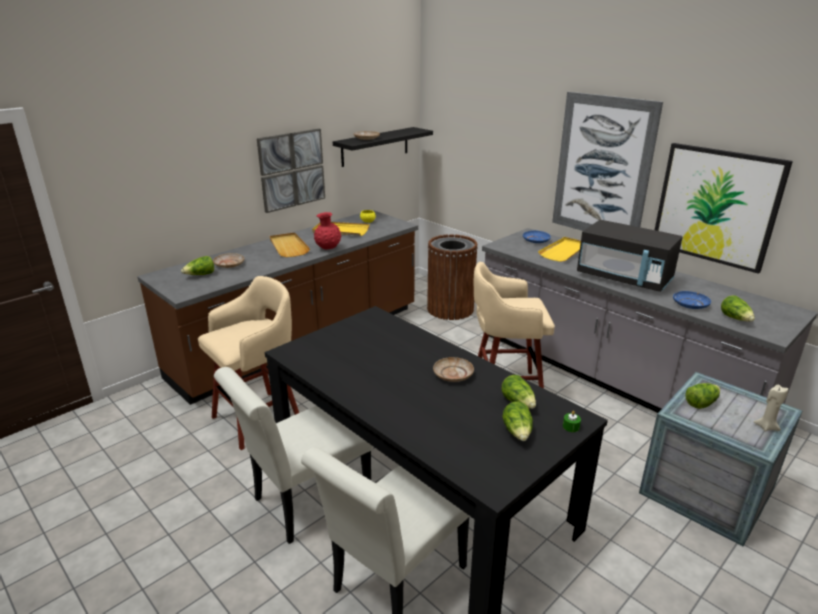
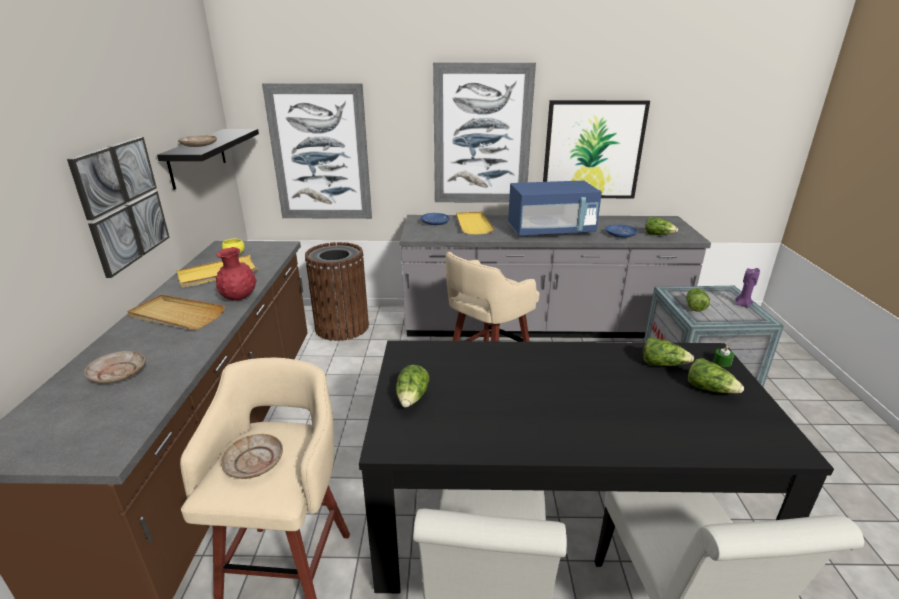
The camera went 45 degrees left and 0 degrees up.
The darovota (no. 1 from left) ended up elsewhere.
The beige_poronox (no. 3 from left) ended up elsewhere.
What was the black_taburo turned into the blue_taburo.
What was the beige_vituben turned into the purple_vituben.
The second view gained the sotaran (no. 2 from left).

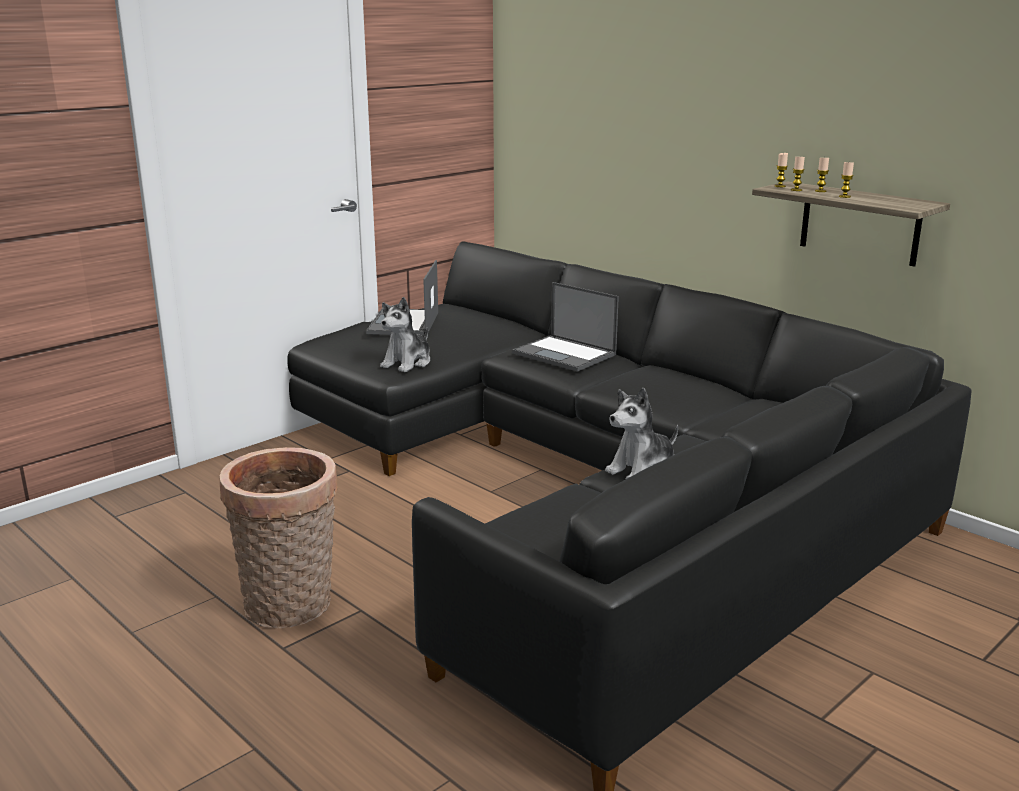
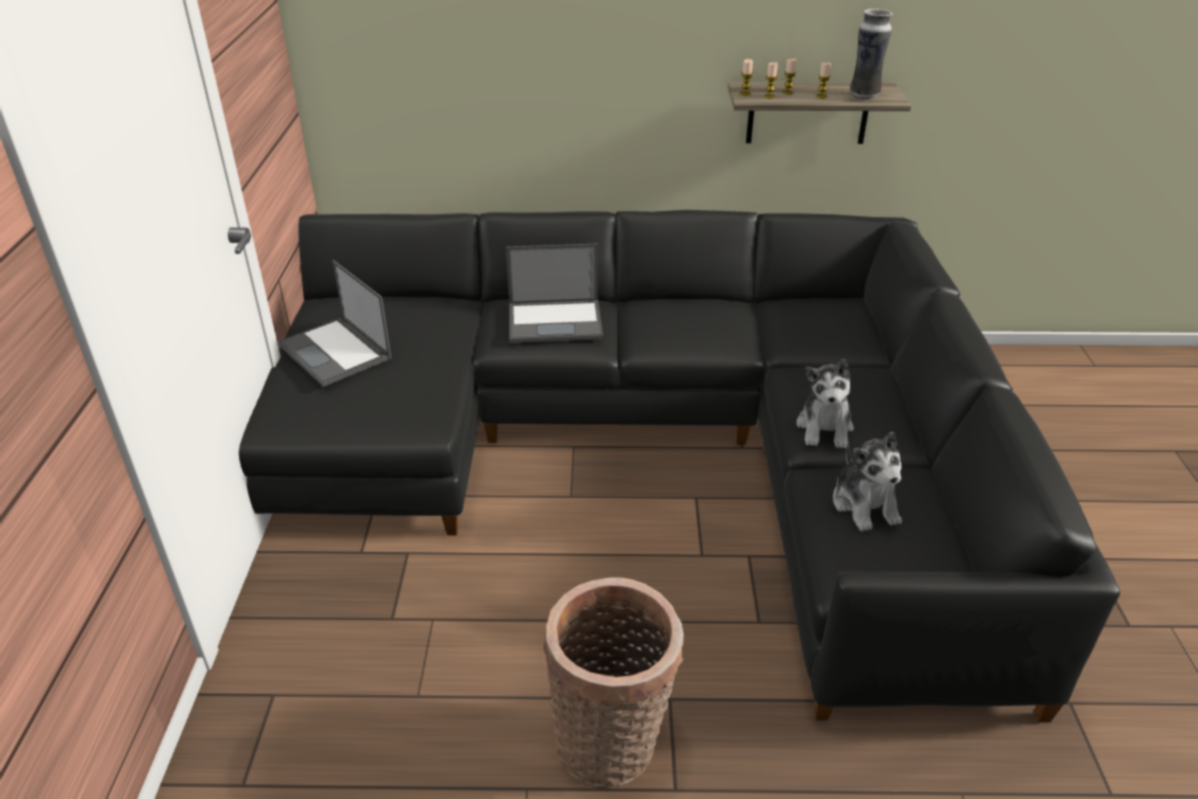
The camera went 45 degrees left and 15 degrees up.
The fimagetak (no. 1 from left in the first image) ended up elsewhere.
The second view gained the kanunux.

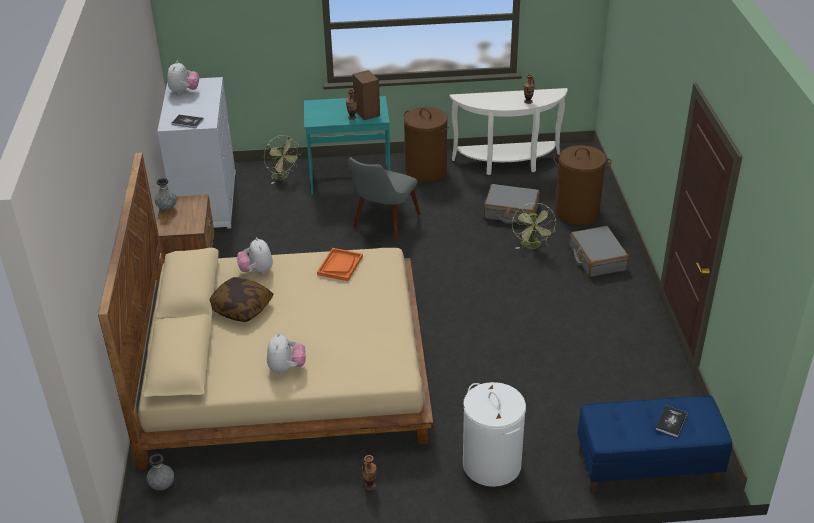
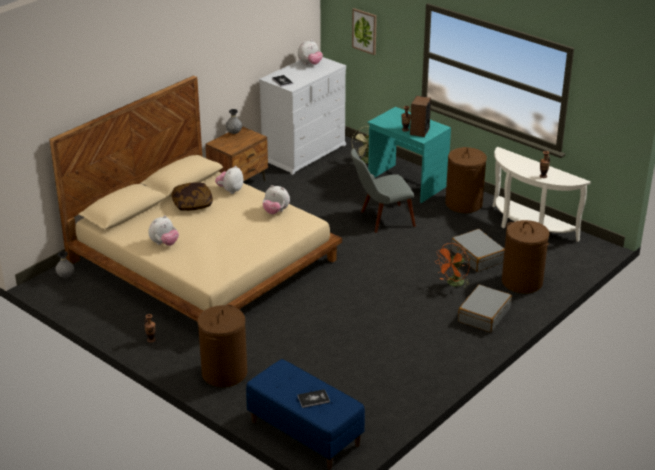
The camera went 45 degrees right and 5 degrees down.
Where the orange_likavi stood, the fimagetak (no. 3 from left) came to stand.
What was the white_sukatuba turned into the brown_sukatuba (no. 1 from left).
What was the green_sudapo (no. 2 from left) turned into the orange_sudapo.
The second view gained the sotaran.

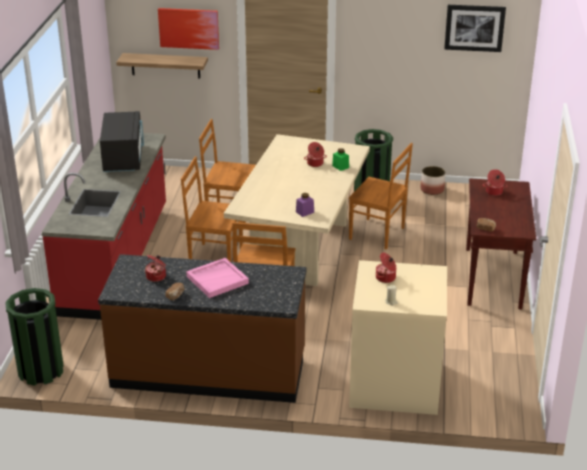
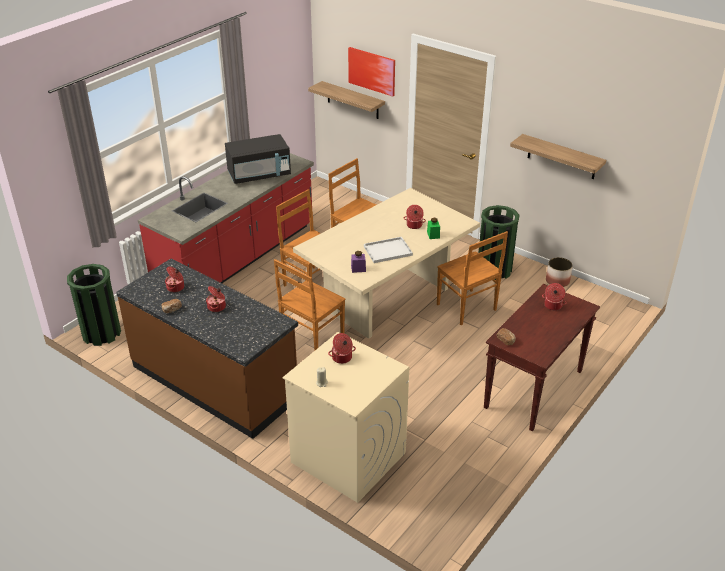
The camera went 30 degrees right and 5 degrees up.
The black_taburo ended up facing another way, 45 degrees clockwise from before.
Where the pink_likavi stood, the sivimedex (no. 2 from left) came to stand.
The second view lost the sotaran (no. 2 from left).
The second view gained the white_likavi.
The second view gained the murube (no. 2 from left).

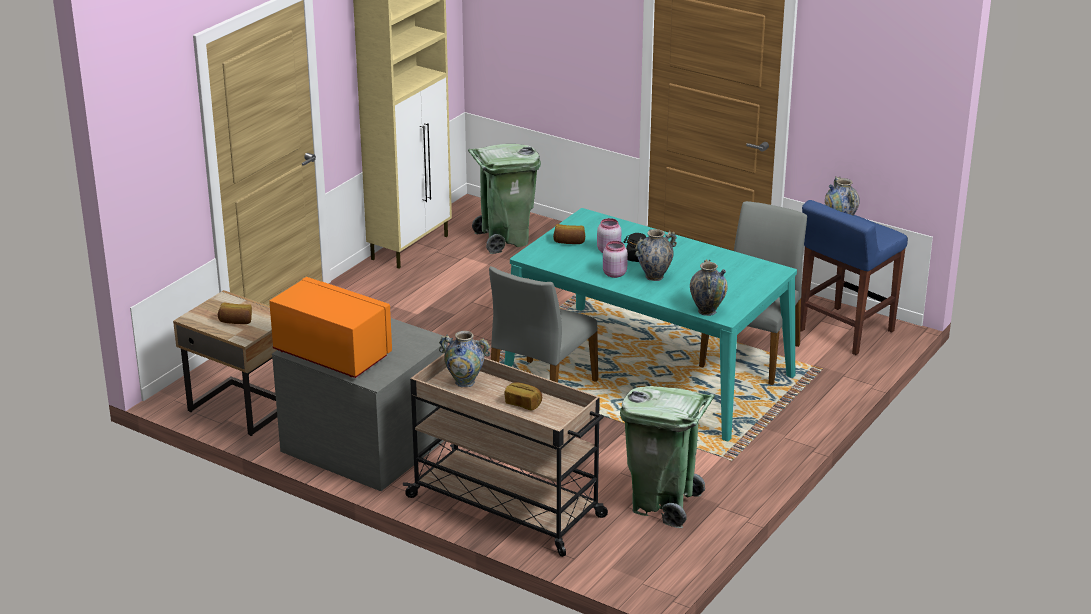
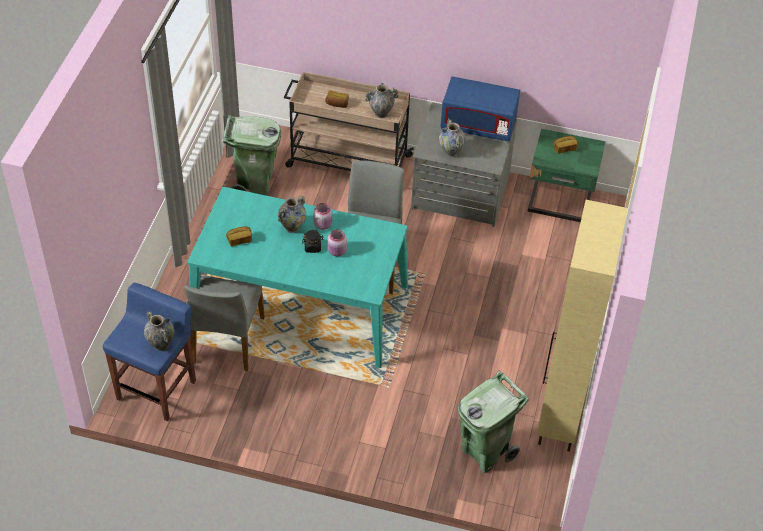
The camera went 160 degrees right and 20 degrees up.
What was the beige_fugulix turned into the green_fugulix.
What was the orange_taburo turned into the blue_taburo.
The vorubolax (no. 3 from left in the first image) ended up elsewhere.
The kanunux (no. 3 from left in the first image) ended up elsewhere.

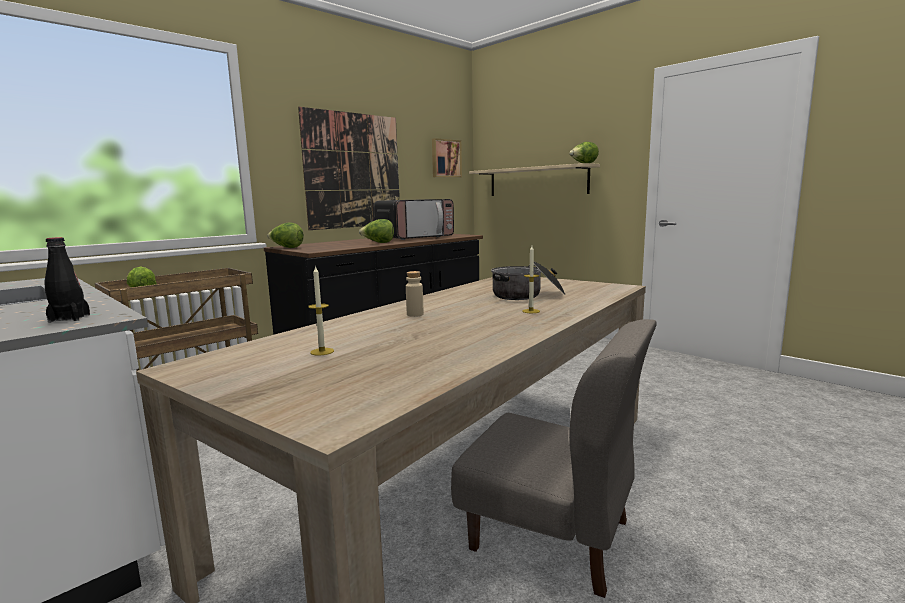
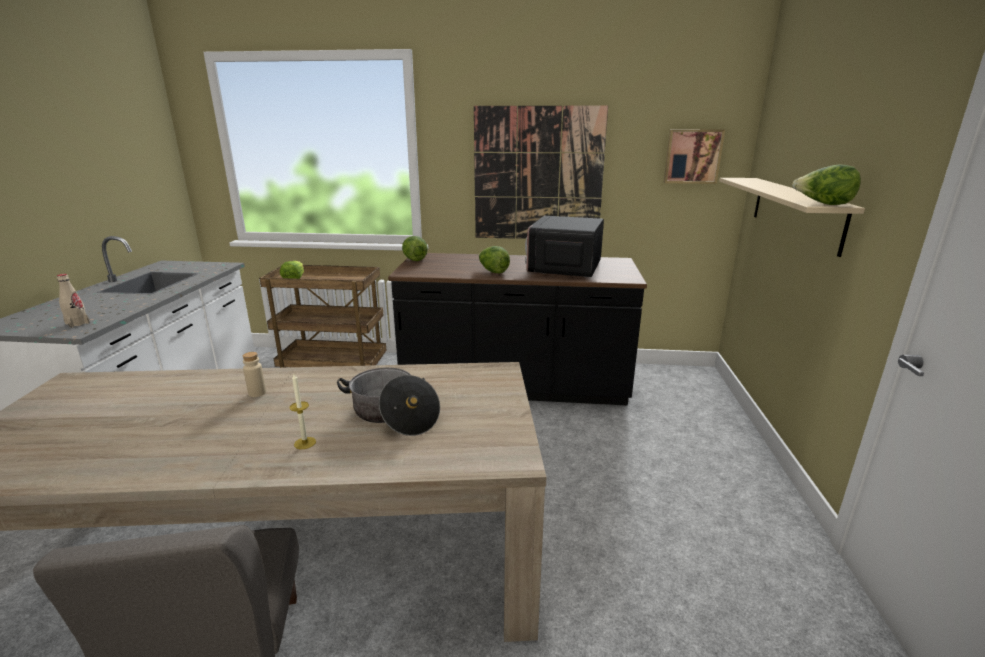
The camera went 50 degrees right and 10 degrees up.
What was the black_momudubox turned into the beige_momudubox (no. 1 from left).
The second view lost the vituben (no. 1 from left).
The taburo ended up facing another way, 90 degrees clockwise from before.

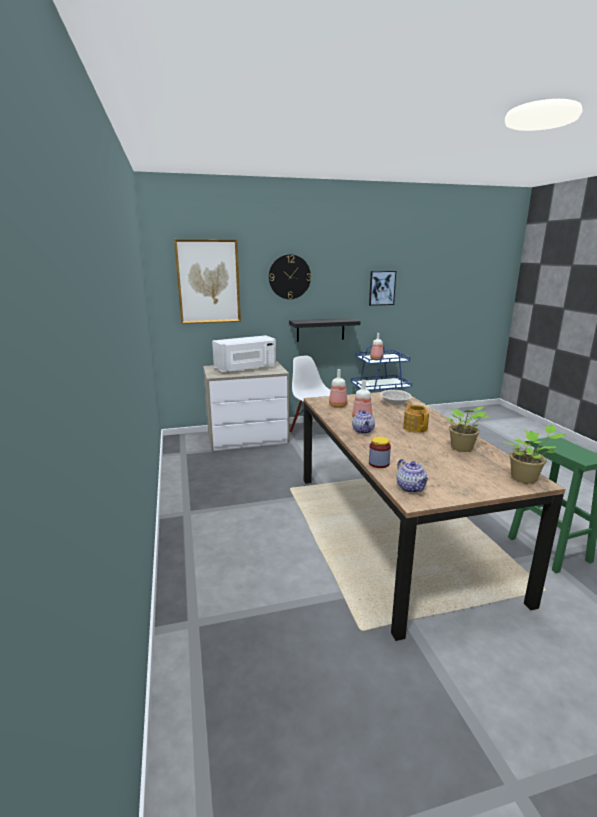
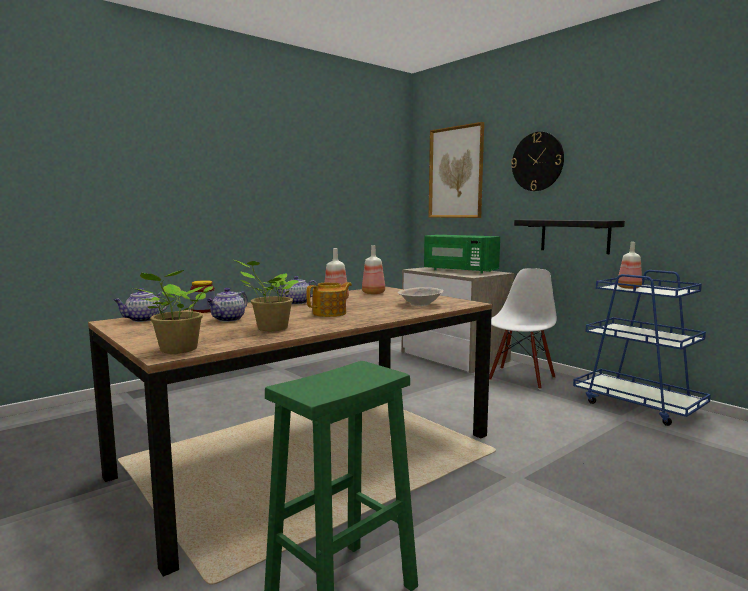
The camera went 65 degrees right and 10 degrees down.
What was the white_taburo turned into the green_taburo.
The second view lost the sotaran (no. 2 from left).
The second view gained the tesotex (no. 2 from left).

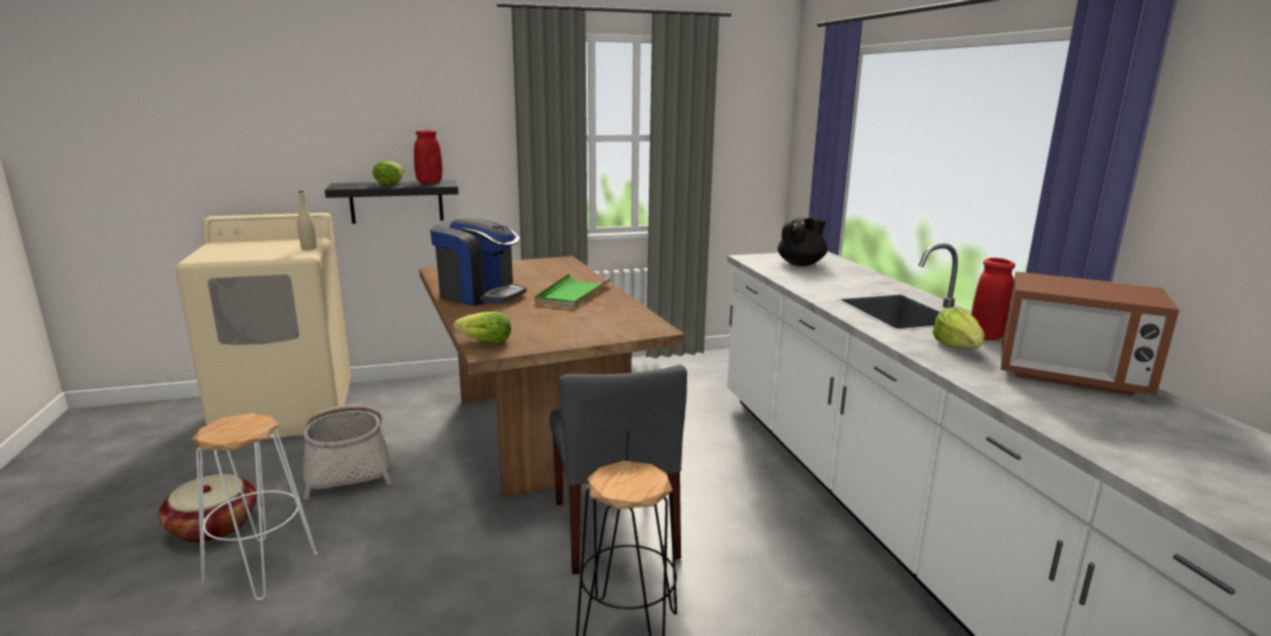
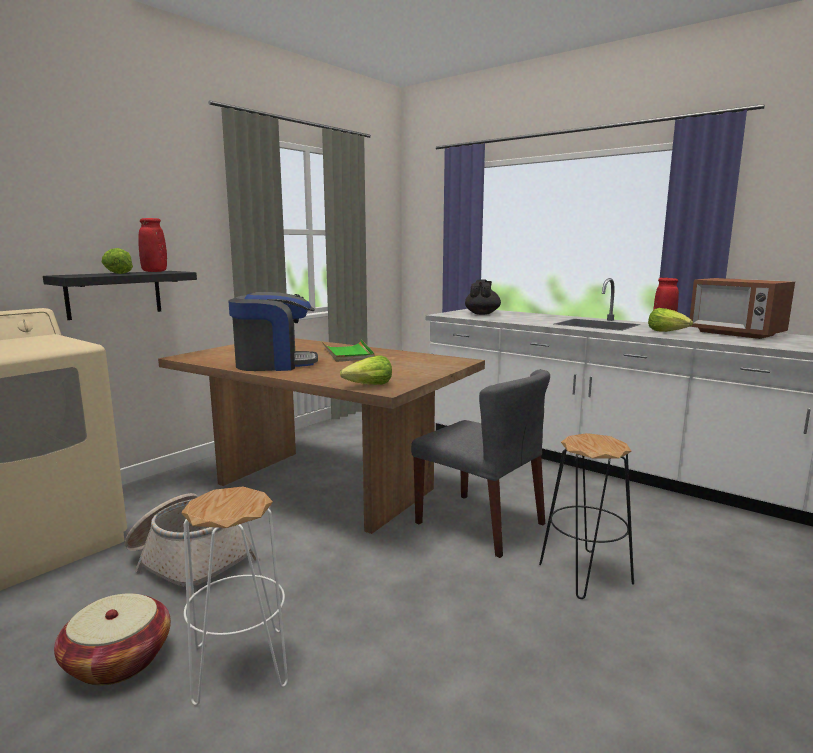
The camera went 35 degrees left and 5 degrees down.
The second view lost the beige_momudubox.
The taburo ended up facing another way, 60 degrees clockwise from before.

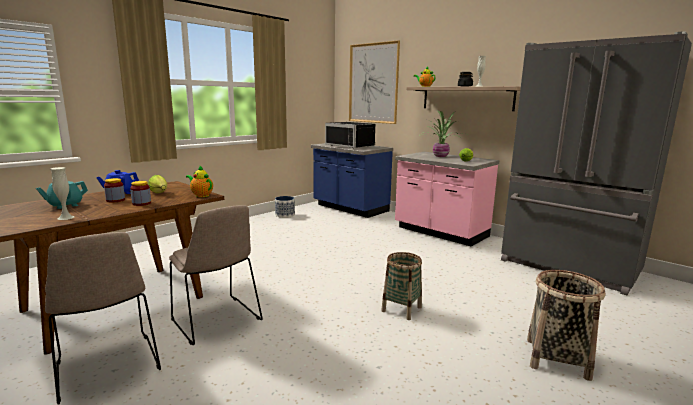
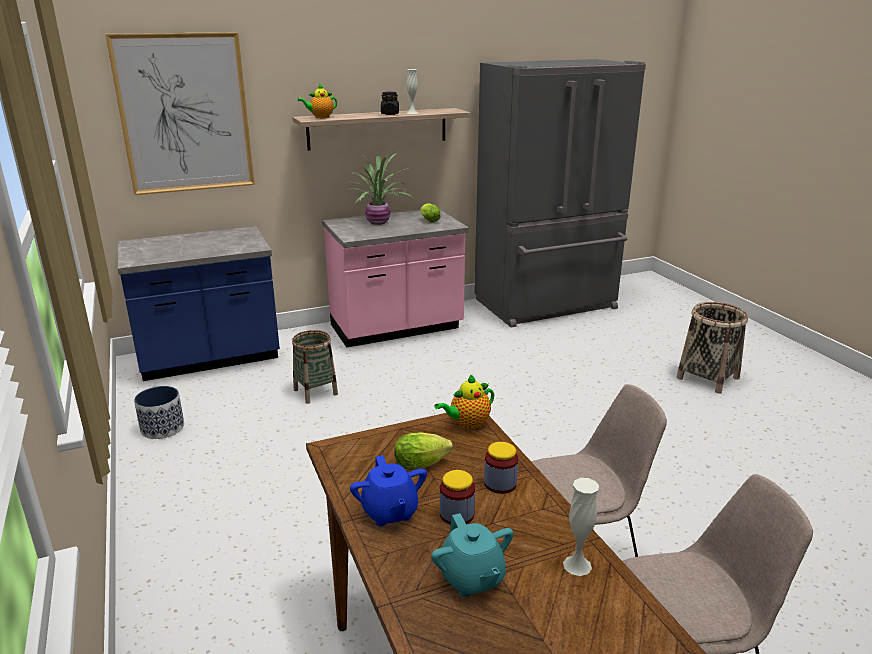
The camera went 65 degrees left and 10 degrees up.
The second view lost the black_taburo.
The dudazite (no. 1 from left) ended up elsewhere.

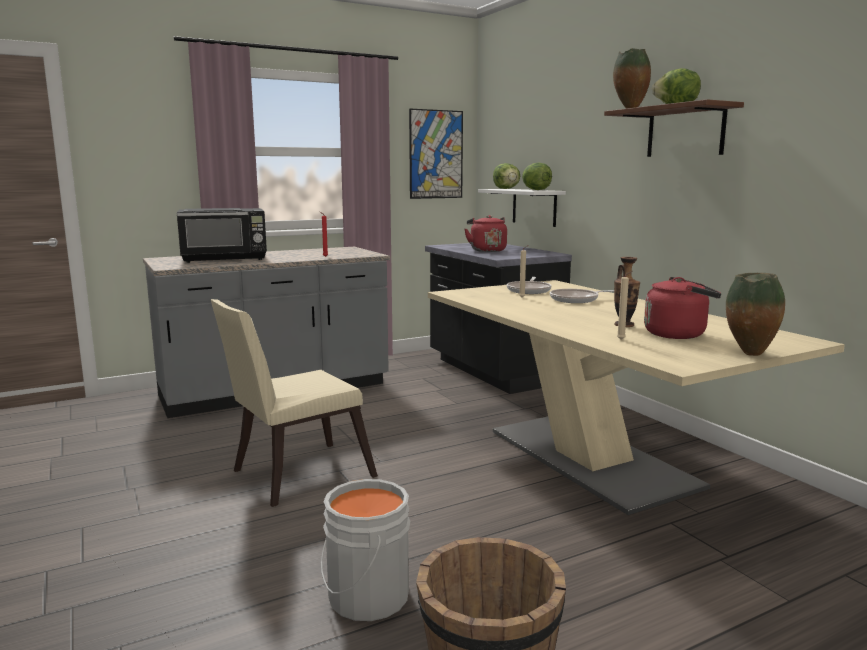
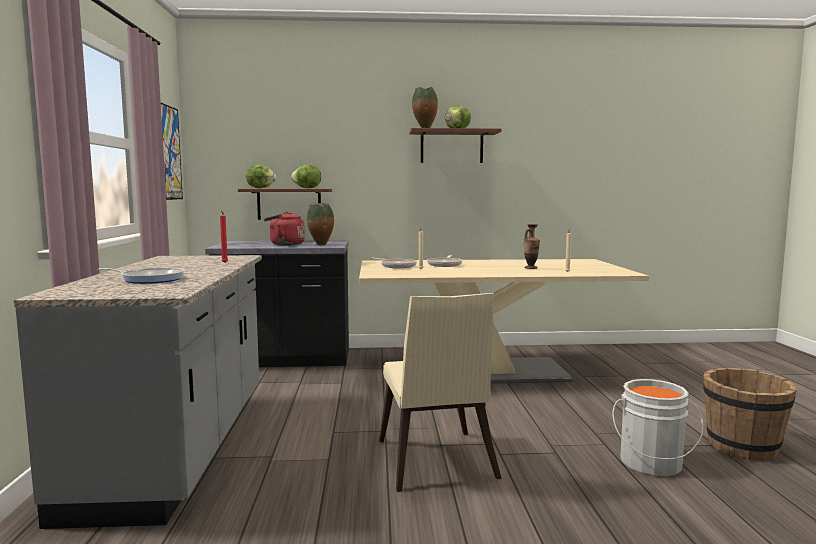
The camera went 65 degrees left and 5 degrees down.
Where the black_taburo stood, the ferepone (no. 1 from left) came to stand.
What was the white_murube turned into the brown_murube (no. 1 from left).
The second view lost the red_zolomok (no. 2 from left).
The kanunux (no. 3 from left in the first image) ended up elsewhere.

